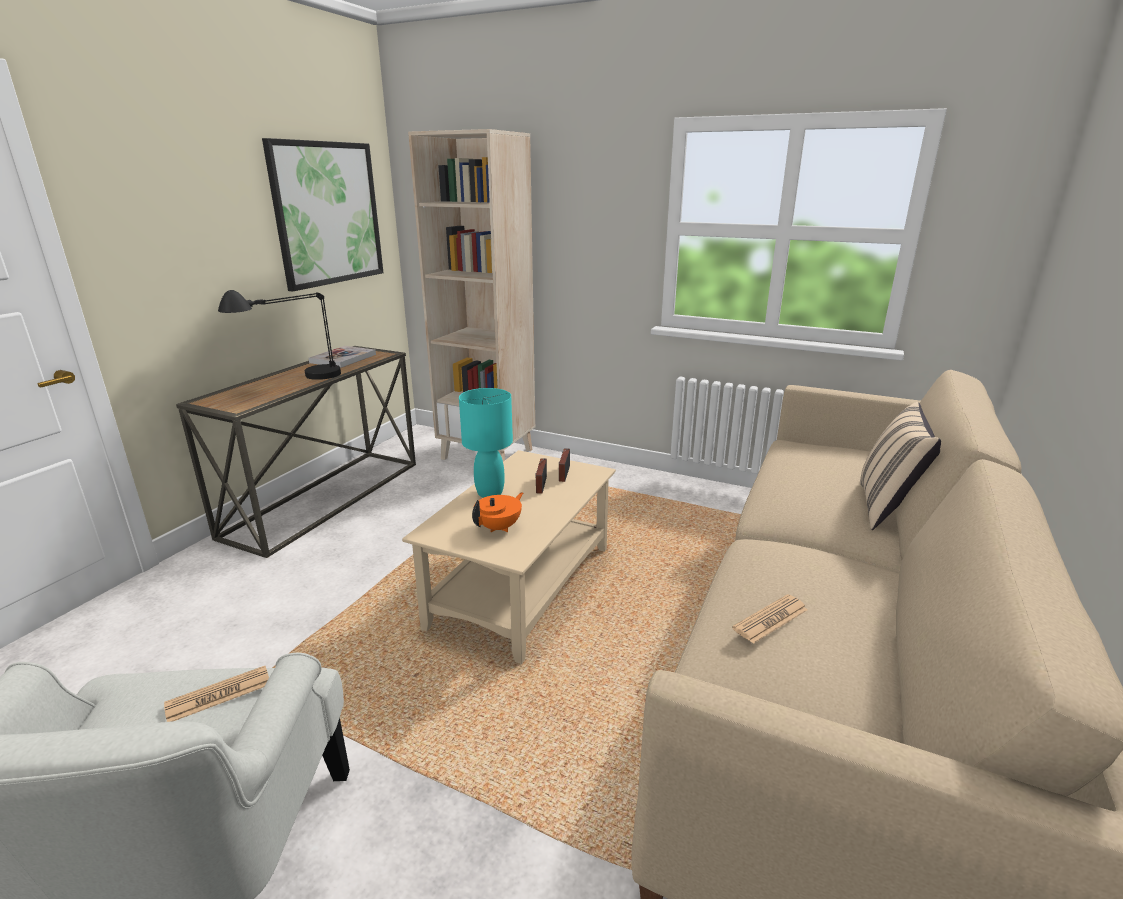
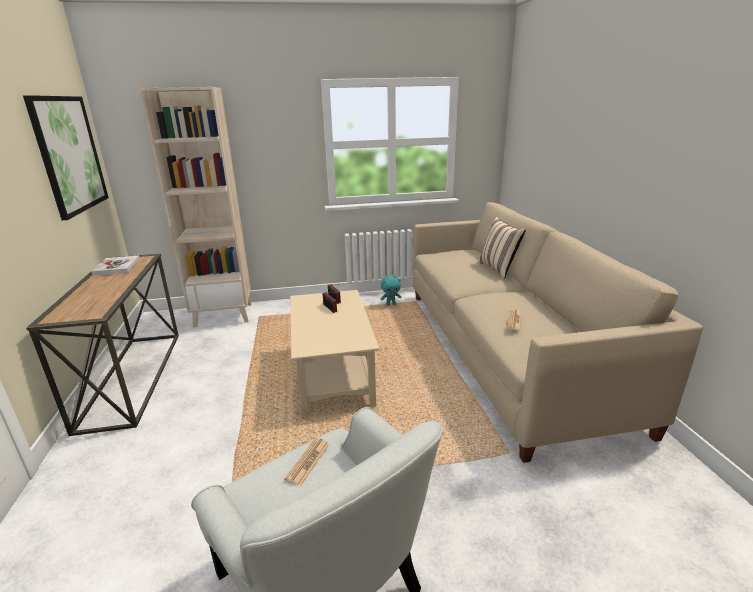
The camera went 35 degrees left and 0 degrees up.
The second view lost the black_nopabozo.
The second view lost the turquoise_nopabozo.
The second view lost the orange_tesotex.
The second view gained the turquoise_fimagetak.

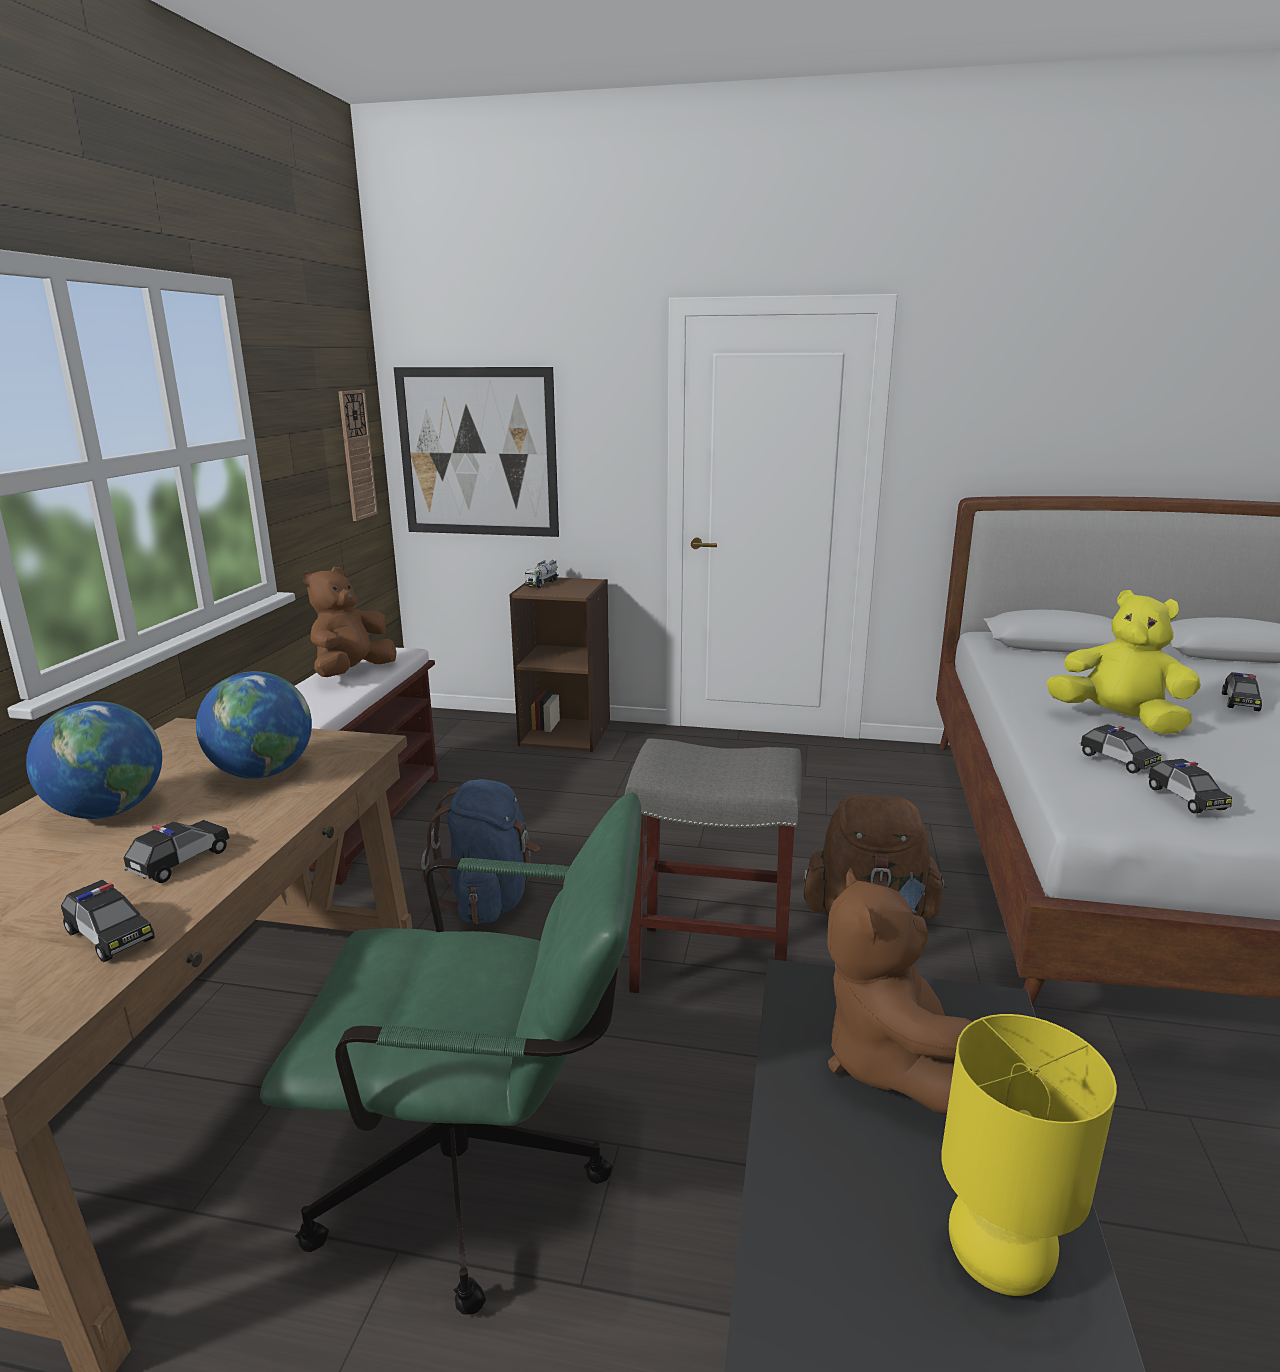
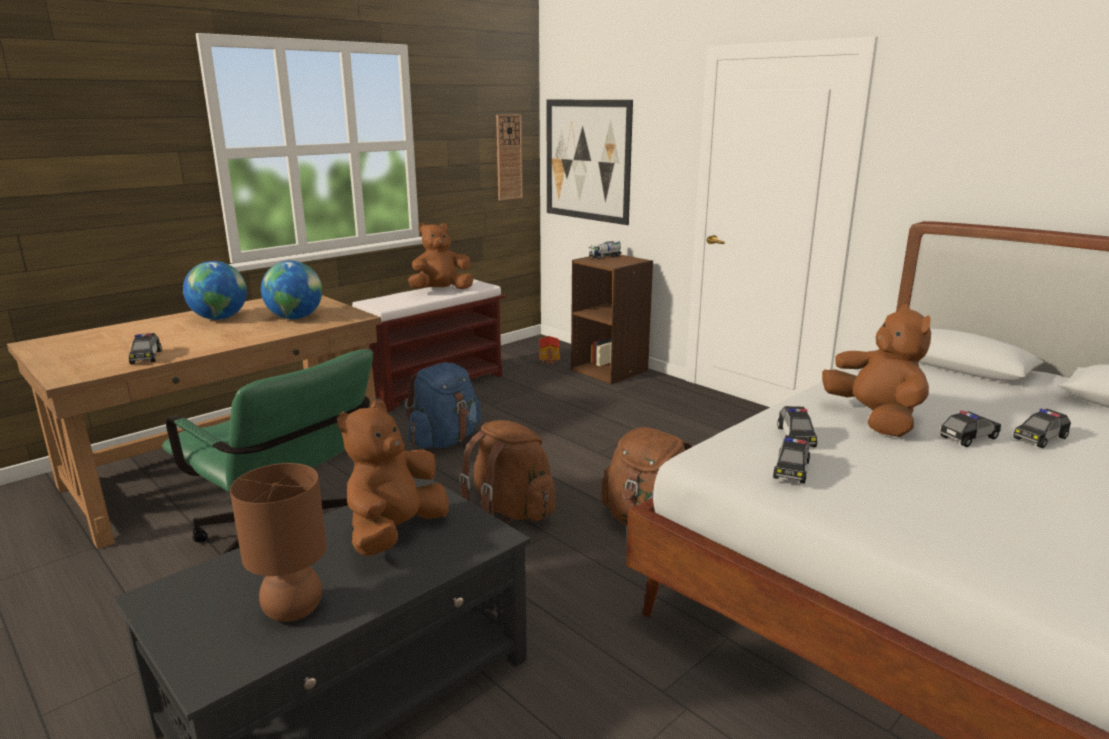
The camera went 35 degrees right and 0 degrees up.
The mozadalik (no. 2 from left in the first image) ended up elsewhere.
Where the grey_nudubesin stood, the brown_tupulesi (no. 1 from left) came to stand.
What was the yellow_nopabozo turned into the brown_nopabozo.
What was the yellow_fimagetak turned into the brown_fimagetak (no. 3 from left).
The second view gained the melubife.

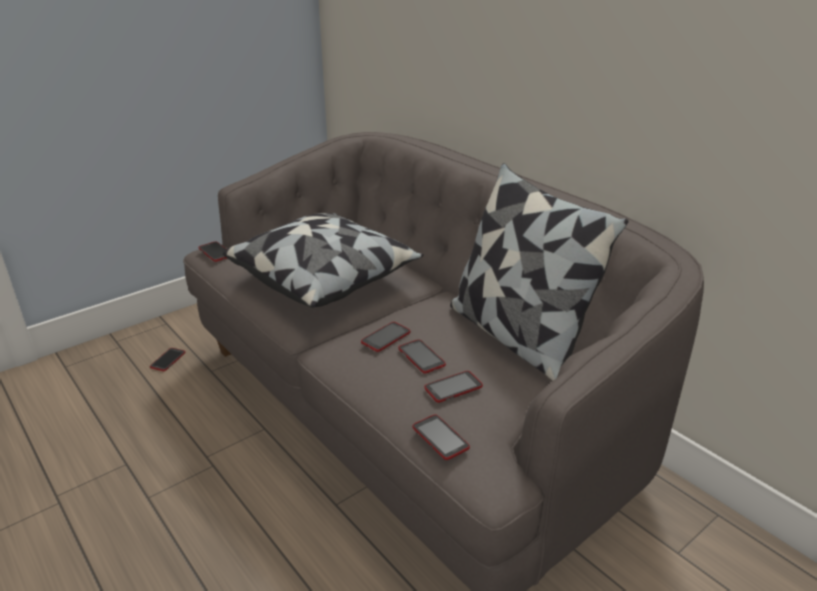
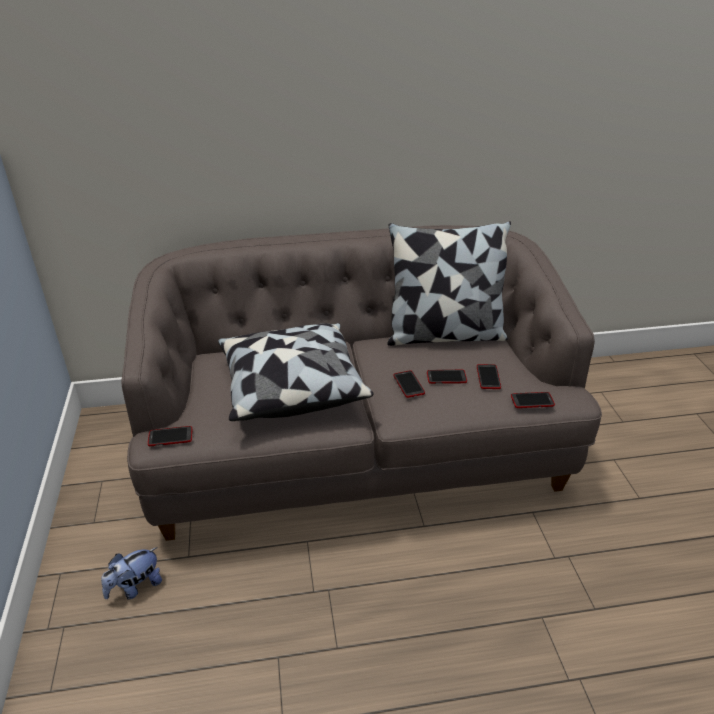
The camera went 60 degrees left and 5 degrees up.
Where the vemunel (no. 1 from left) stood, the fimagetak came to stand.

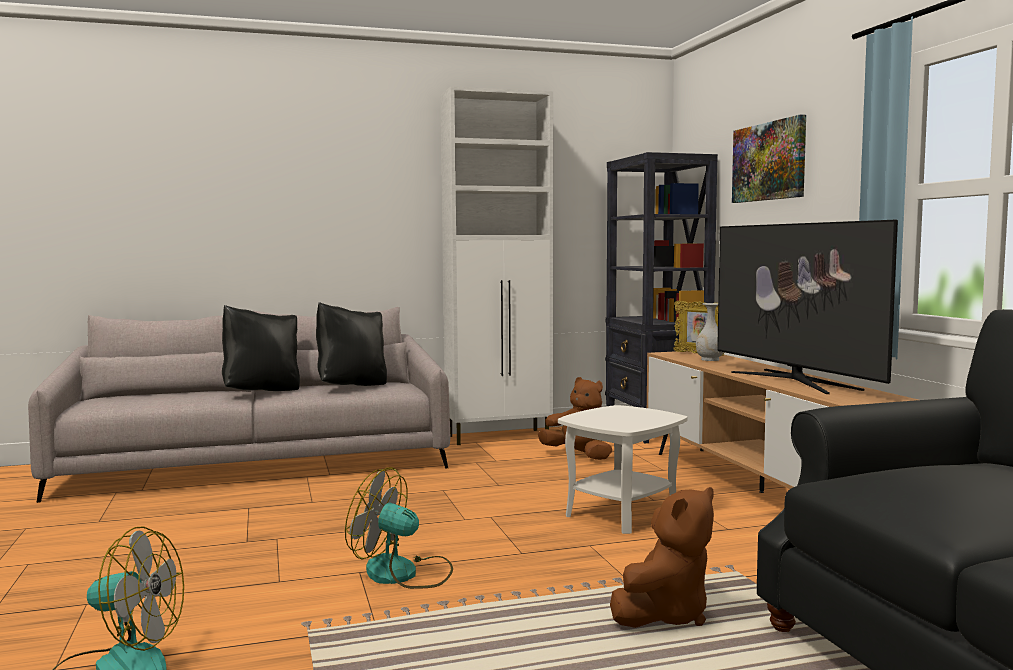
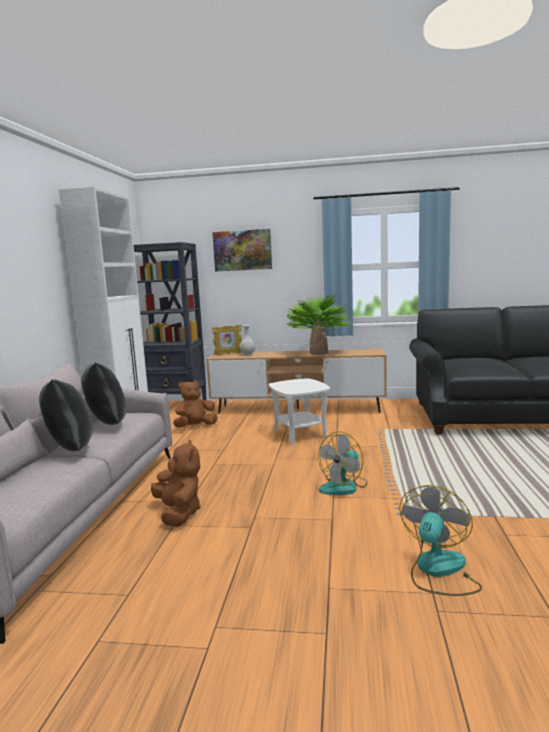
The camera went 65 degrees left and 5 degrees up.
The brown_fimagetak (no. 2 from left in the first image) ended up elsewhere.
Where the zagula stood, the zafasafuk came to stand.

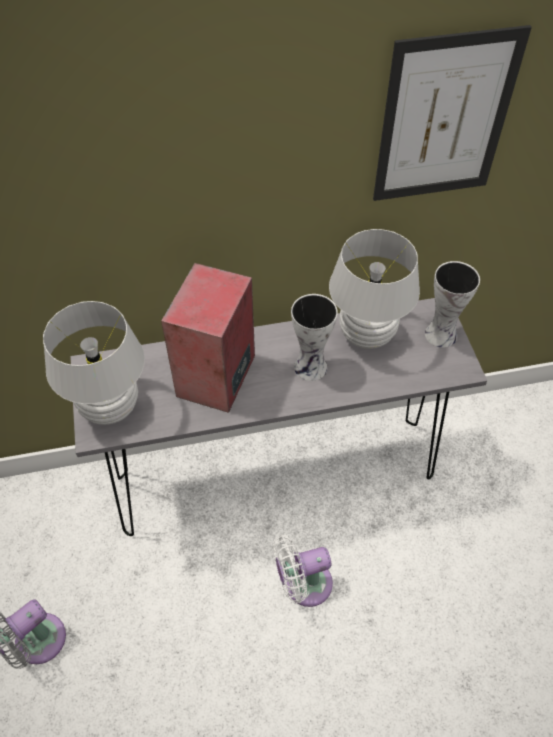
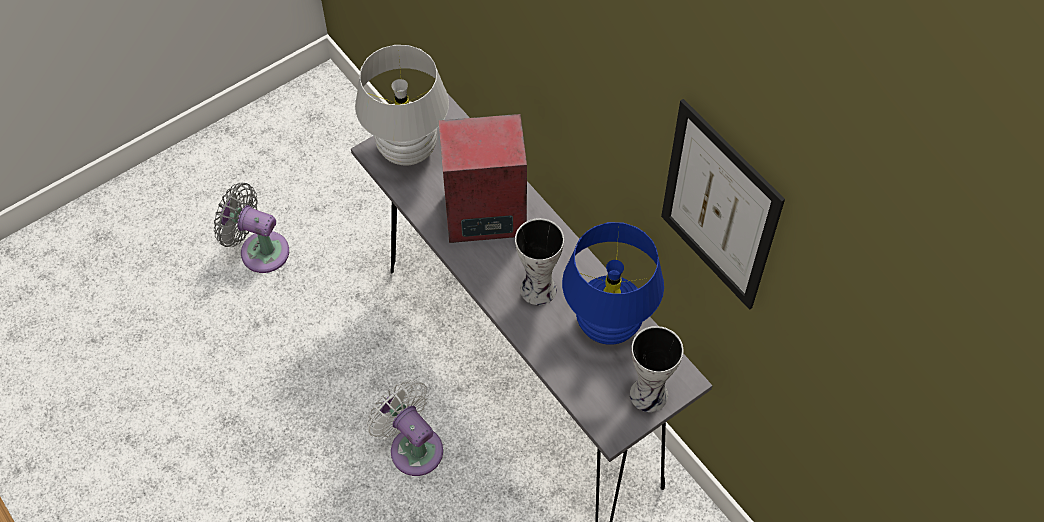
The camera went 65 degrees right and 5 degrees up.
What was the white_nopabozo (no. 2 from left) turned into the blue_nopabozo.

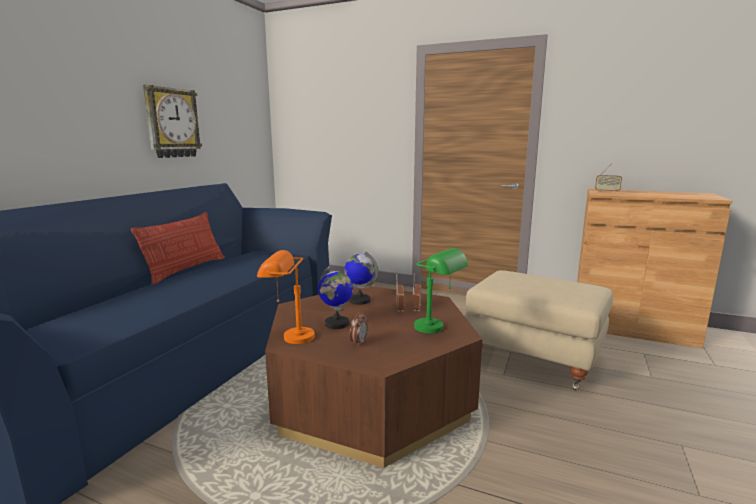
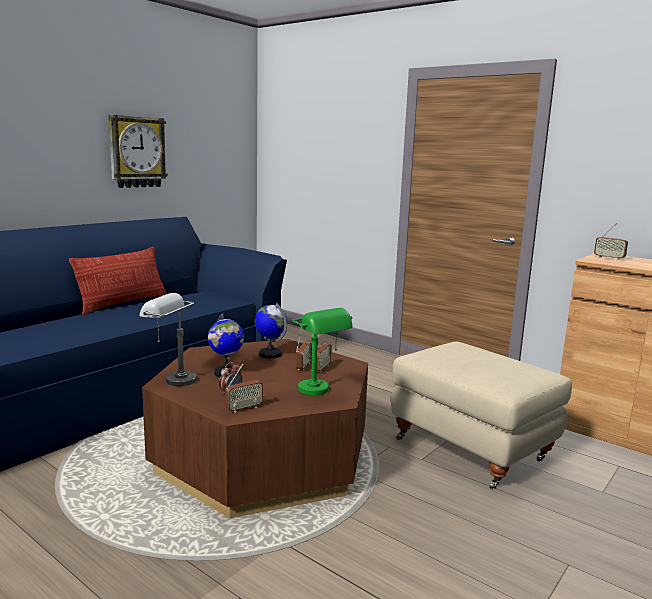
The camera went 15 degrees right and 0 degrees up.
What was the orange_nopabozo turned into the grey_nopabozo.
The second view gained the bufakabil (no. 1 from left).

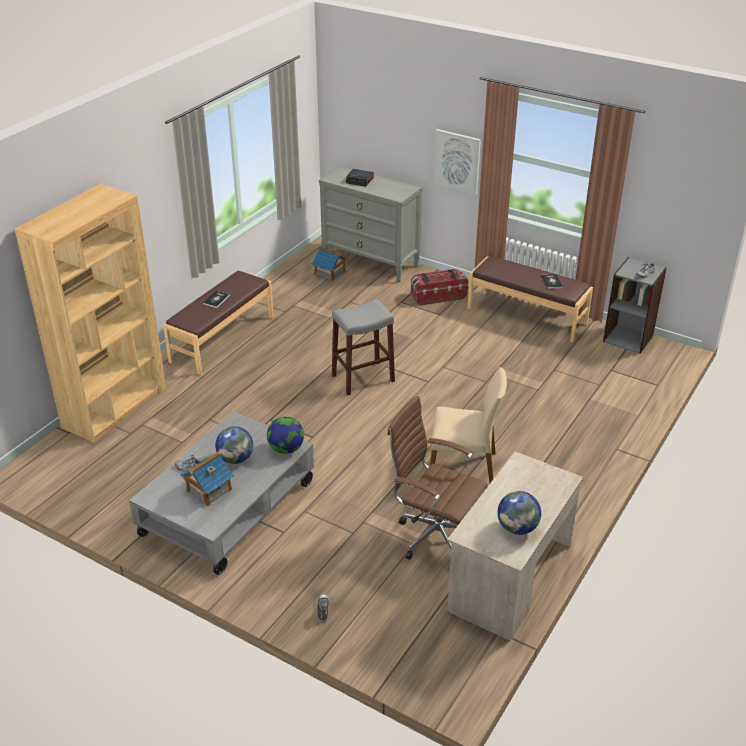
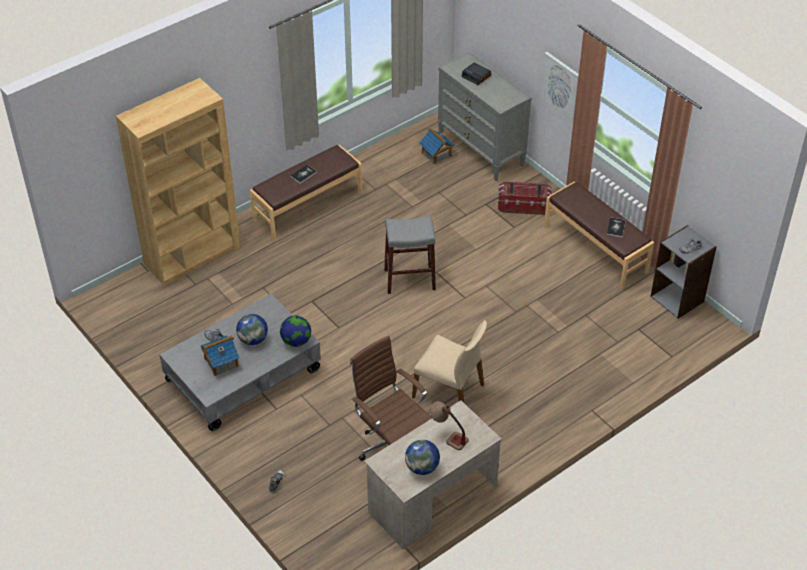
The camera went 20 degrees right and 10 degrees up.
The second view gained the nopabozo.

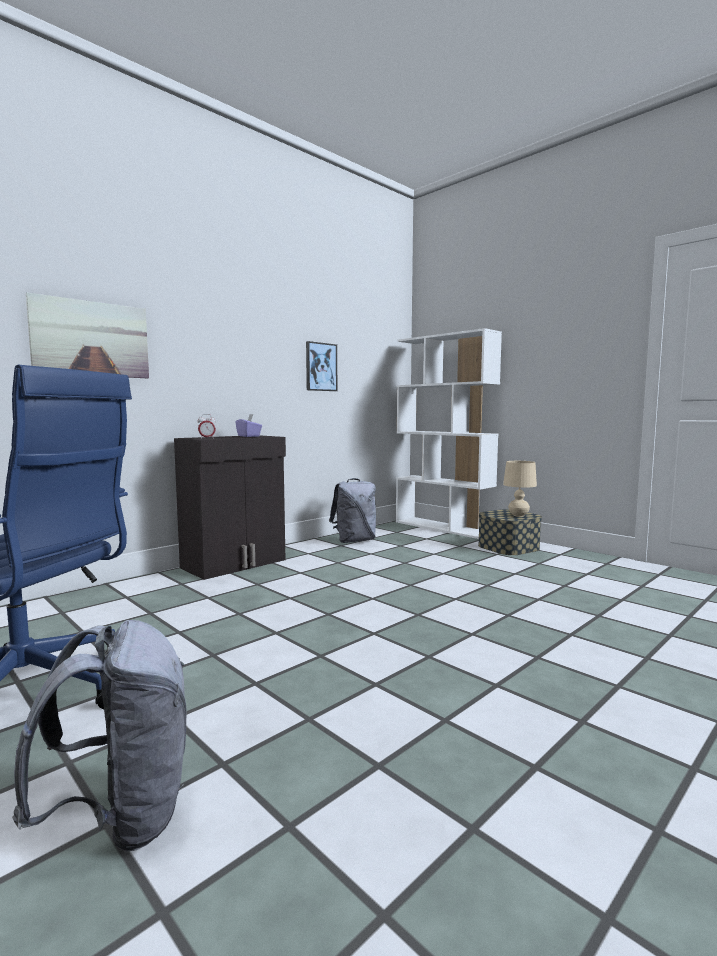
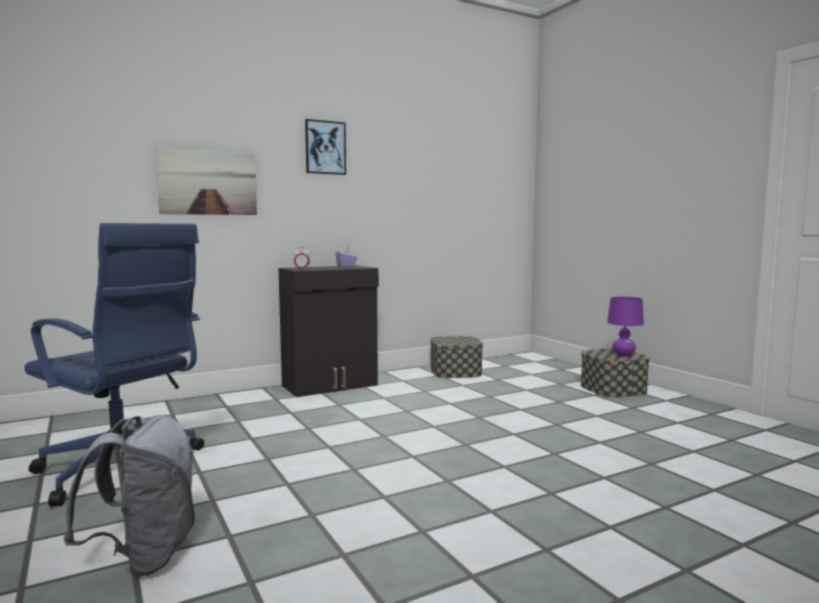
The camera went 15 degrees right and 0 degrees up.
The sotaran (no. 2 from left) ended up elsewhere.
Where the grey_tupulesi (no. 2 from left) stood, the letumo (no. 1 from left) came to stand.
The second view lost the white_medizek.
What was the beige_nopabozo turned into the purple_nopabozo.

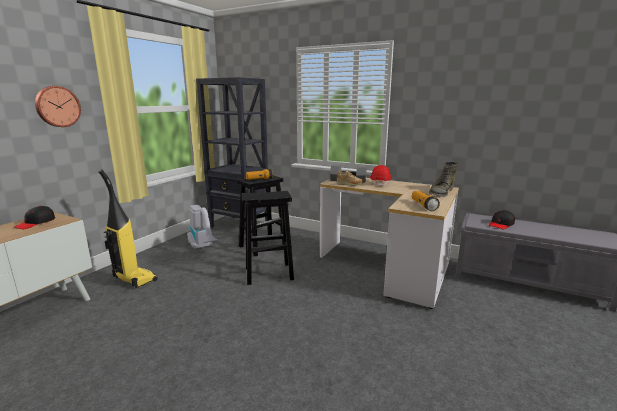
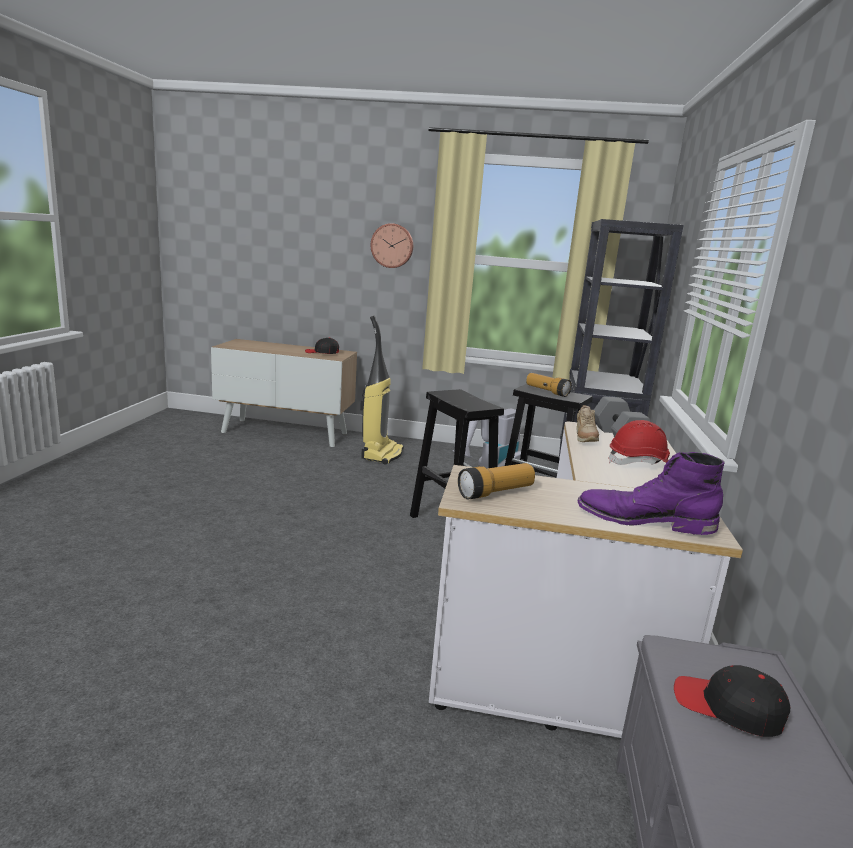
The camera went 70 degrees right and 0 degrees up.
What was the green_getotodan turned into the purple_getotodan.

